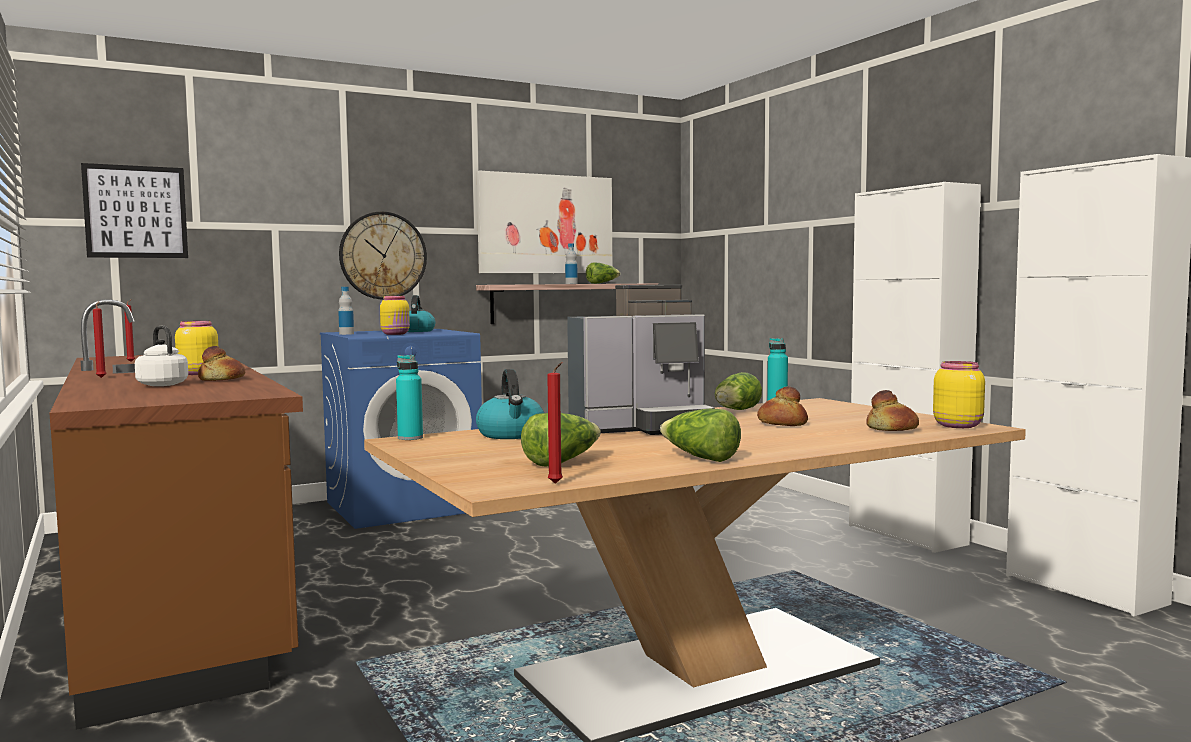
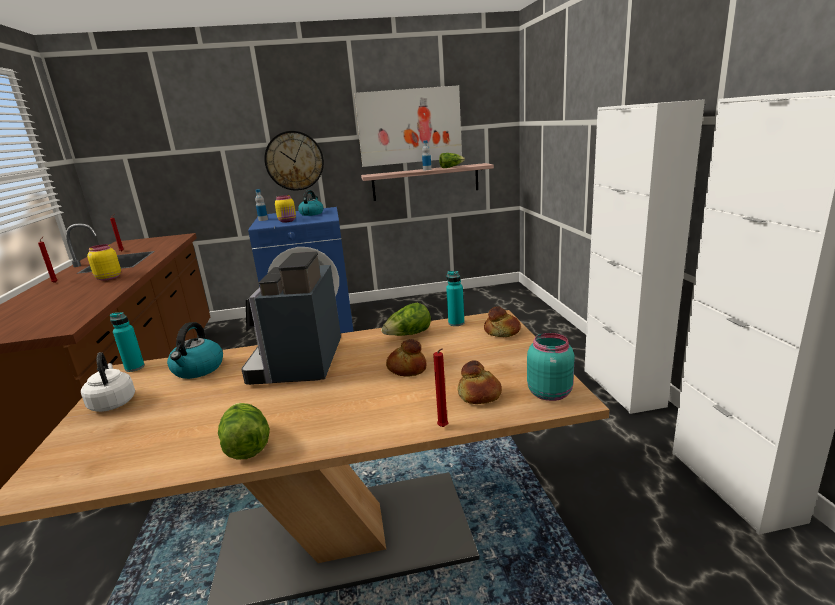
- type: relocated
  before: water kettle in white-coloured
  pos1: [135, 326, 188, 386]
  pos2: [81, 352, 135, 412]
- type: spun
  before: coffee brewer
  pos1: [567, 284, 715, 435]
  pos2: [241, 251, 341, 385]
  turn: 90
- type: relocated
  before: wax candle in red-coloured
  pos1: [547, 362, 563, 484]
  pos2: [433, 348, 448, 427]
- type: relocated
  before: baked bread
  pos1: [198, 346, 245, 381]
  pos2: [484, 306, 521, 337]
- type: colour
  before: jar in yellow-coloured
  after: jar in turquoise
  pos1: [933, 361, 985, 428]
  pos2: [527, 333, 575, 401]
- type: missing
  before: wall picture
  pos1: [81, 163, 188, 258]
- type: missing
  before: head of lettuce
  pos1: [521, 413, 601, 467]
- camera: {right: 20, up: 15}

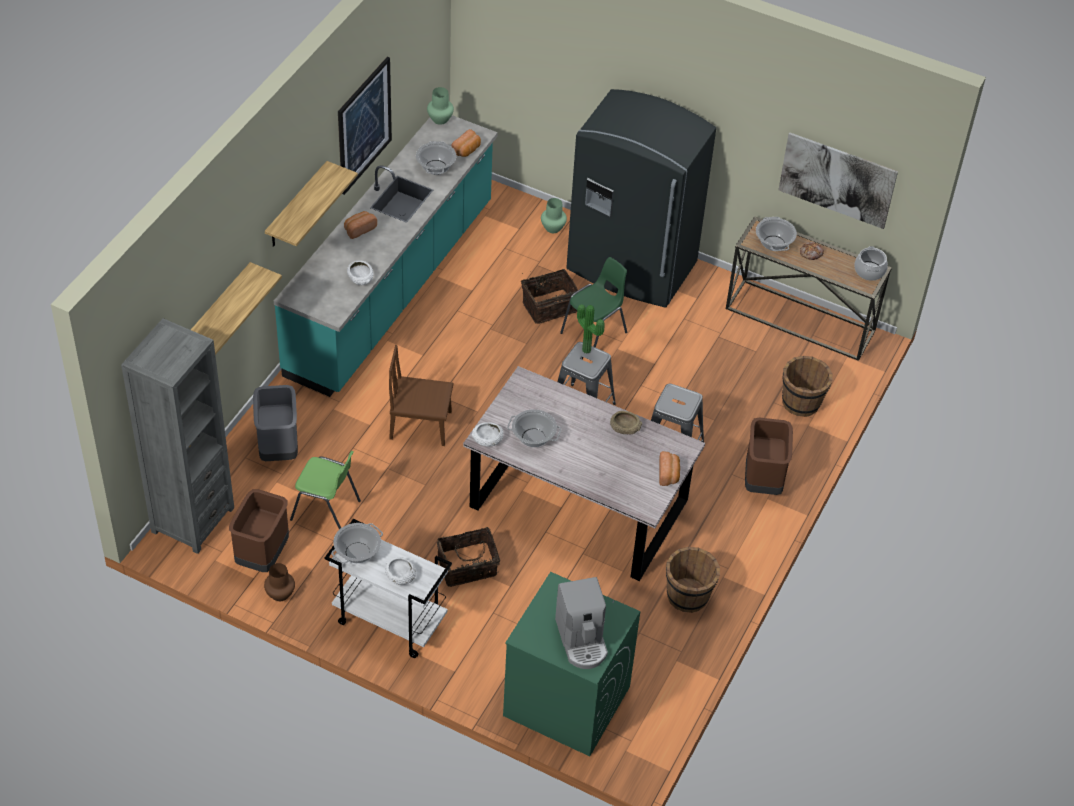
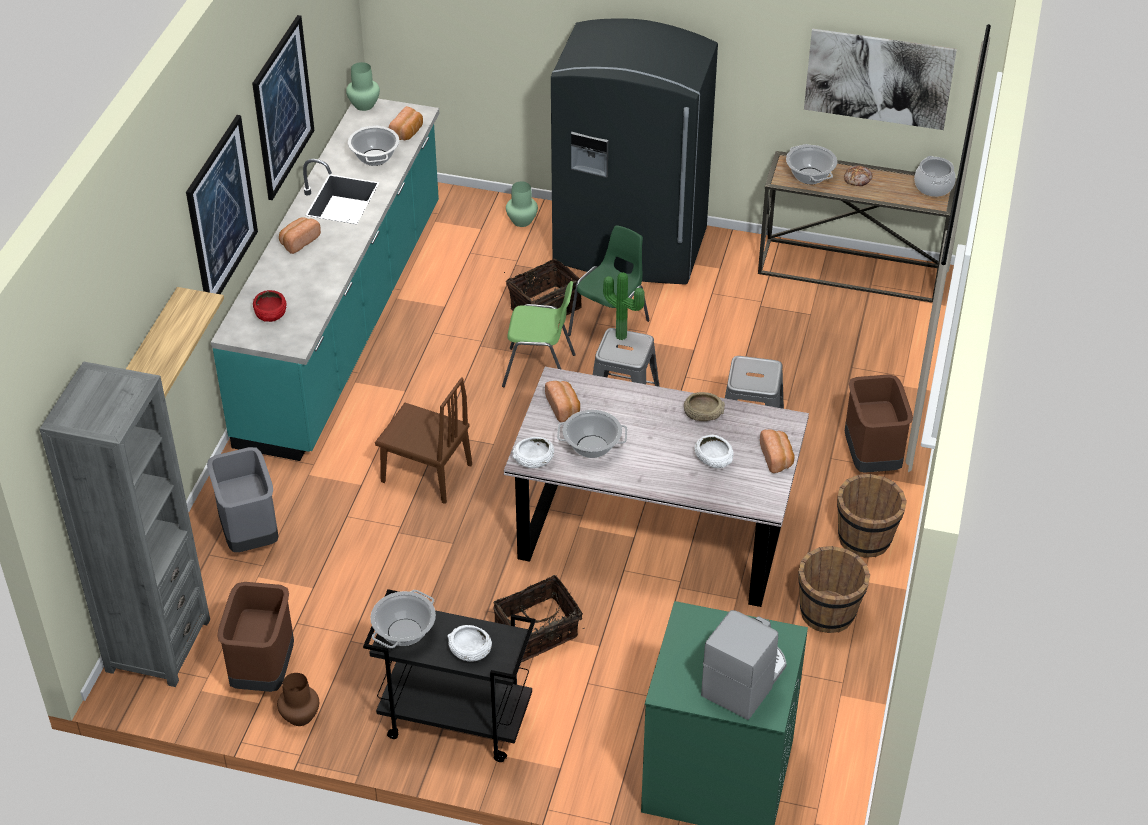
- type: exchanged
  before: wall shelf
  after: wall picture
  pos1: [265, 161, 358, 247]
  pos2: [186, 115, 258, 294]
- type: appeared
  after: serving bowl in red-coloured
  pos2: [253, 290, 287, 322]
- type: colour
  before: trolley in white-coloured
  after: trolley in black-coloured
  pos1: [325, 519, 452, 658]
  pos2: [363, 589, 536, 762]
- type: spun
  before: plain chair in brown
  pos1: [389, 345, 453, 446]
  pos2: [375, 377, 472, 504]
  turn: -150
- type: relocated
  before: plain chair in green-coloured
  pos1: [290, 451, 361, 530]
  pos2: [502, 281, 576, 388]
- type: appeared
  after: baked bread
  pos2: [545, 381, 580, 422]
- type: relocated
  before: serving bowl in white-coloured
  pos1: [347, 261, 374, 285]
  pos2: [695, 435, 734, 468]
- type: spun
  before: coffee brewer
  pos1: [555, 577, 608, 669]
  pos2: [701, 610, 787, 720]
  turn: -120
- type: relocated
  before: water bucket in brown
  pos1: [782, 356, 832, 417]
  pos2: [837, 474, 907, 558]
- camera: {right: -10, up: -5}

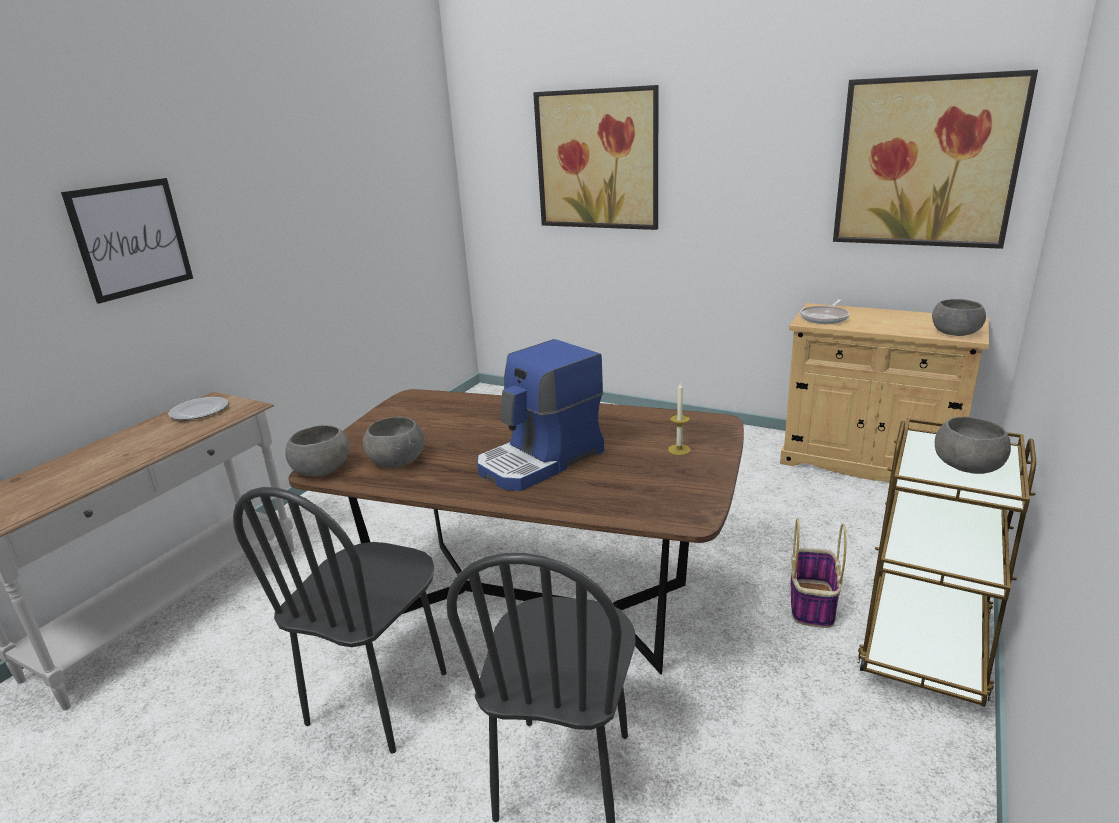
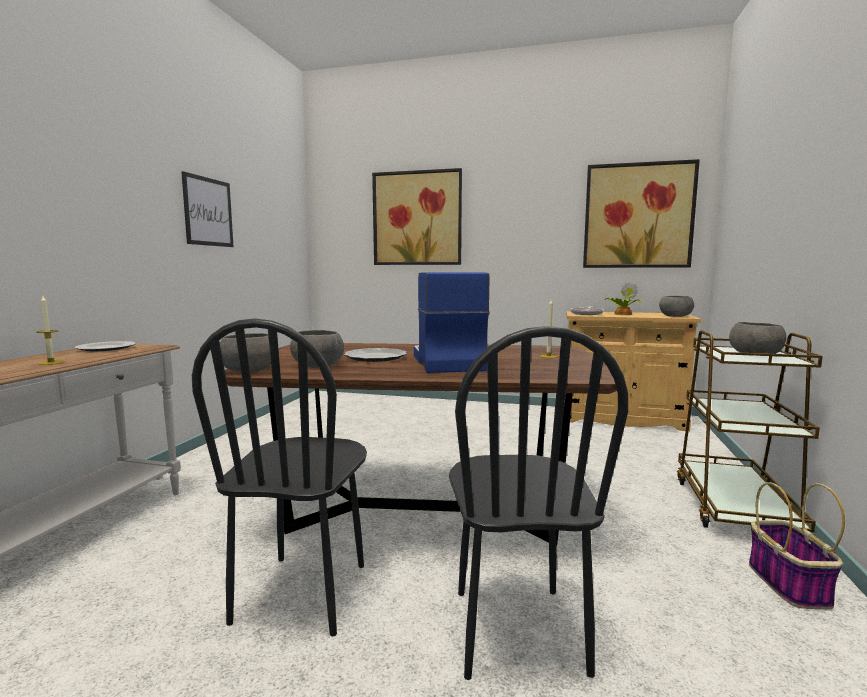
- type: appeared
  after: wax candle
  pos2: [36, 296, 64, 365]
- type: relocated
  before: wall picture
  pos1: [61, 178, 193, 304]
  pos2: [181, 171, 233, 247]
- type: appeared
  after: flat dish
  pos2: [344, 348, 406, 362]
- type: spun
  before: coffee brewer
  pos1: [477, 339, 604, 491]
  pos2: [414, 272, 490, 373]
  turn: 135
- type: appeared
  after: houseplant
  pos2: [605, 282, 642, 315]
- type: relocated
  before: basket
  pos1: [791, 518, 847, 628]
  pos2: [749, 482, 845, 609]
- camera: {right: -15, up: -15}

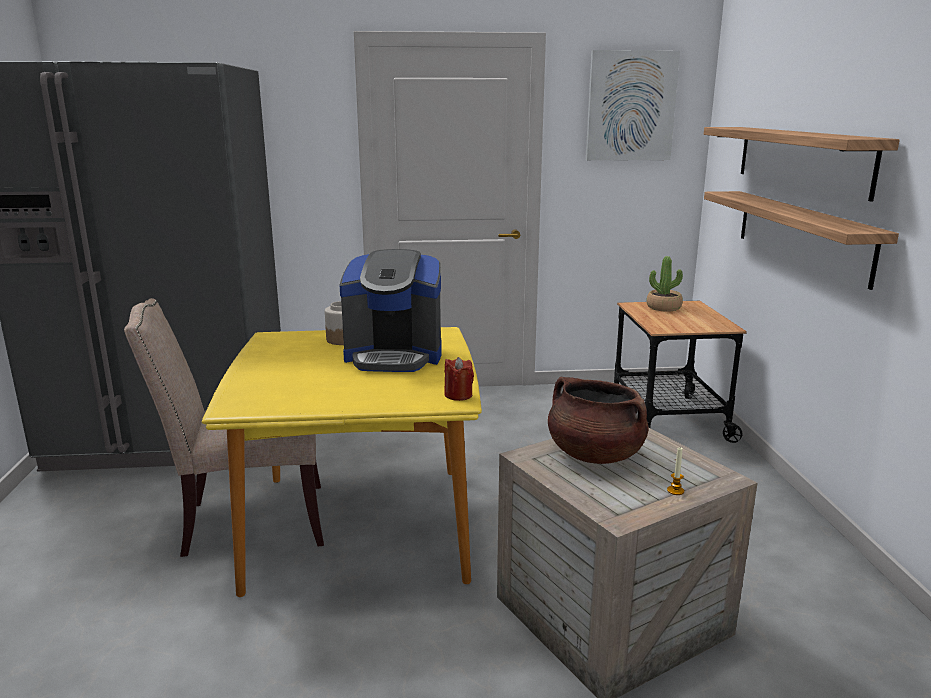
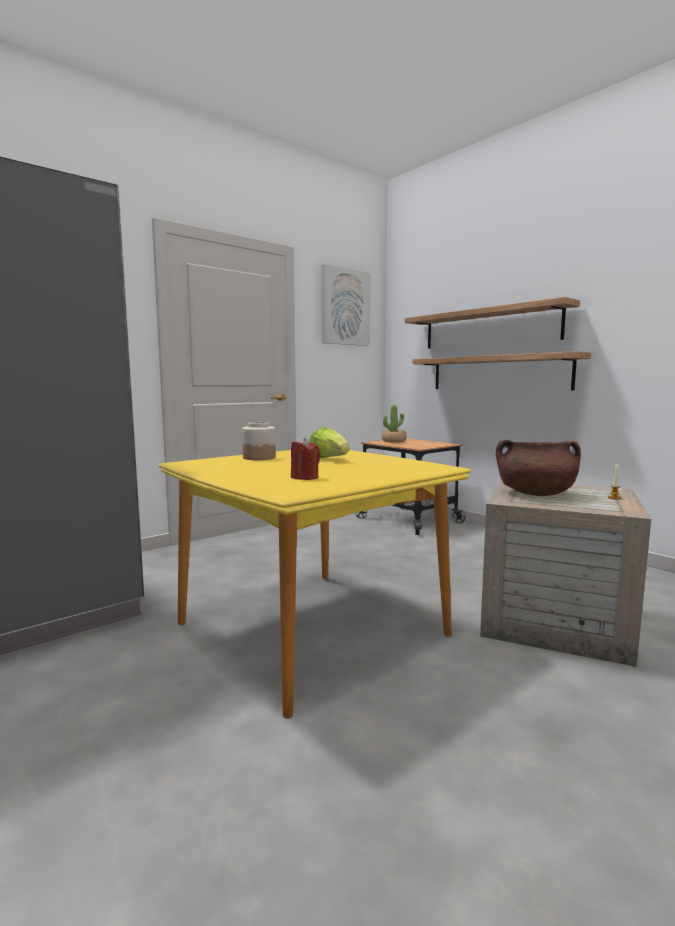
- type: relocated
  before: wax candle in red-coloured
  pos1: [444, 357, 474, 401]
  pos2: [291, 438, 320, 480]
- type: exchanged
  before: coffee brewer
  after: head of lettuce
  pos1: [340, 249, 442, 372]
  pos2: [309, 427, 349, 458]
- type: missing
  before: plain chair in sand-coloured
  pos1: [124, 298, 324, 557]
- camera: {right: -35, up: -10}

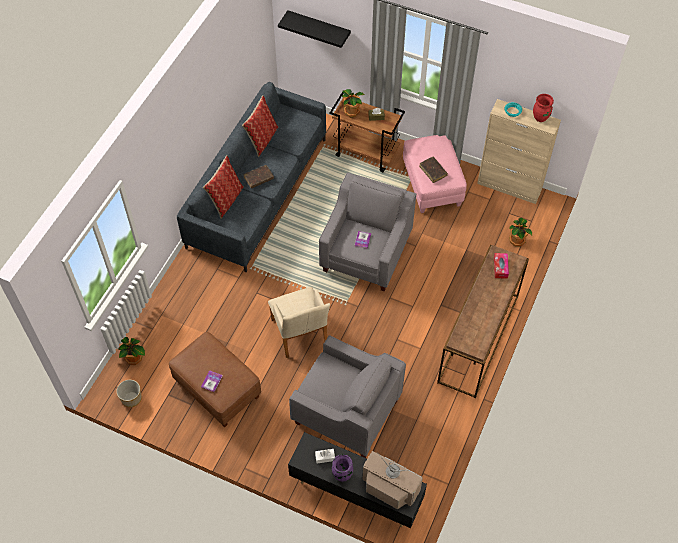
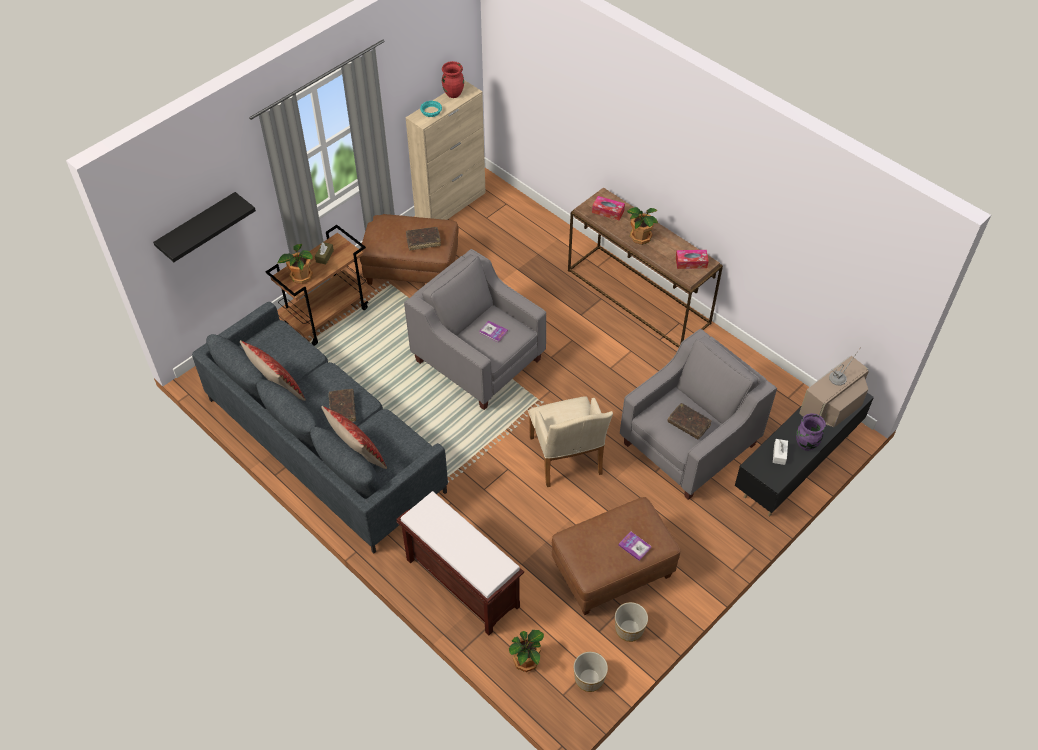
- type: colour
  before: footrest in pinkish
  after: footrest in brown
  pos1: [403, 135, 467, 213]
  pos2: [360, 214, 459, 285]
- type: appeared
  after: long seat in brown
  pos2: [396, 491, 524, 635]
- type: spun
  before: easy chair in sand-coloured
  pos1: [268, 287, 330, 358]
  pos2: [528, 396, 613, 487]
  turn: 75
- type: appeared
  after: planter
  pos2: [615, 602, 648, 642]
- type: relocated
  before: houseplant
  pos1: [509, 218, 532, 246]
  pos2: [627, 207, 658, 245]
- type: appeared
  after: book in brown
  pos2: [668, 403, 712, 439]
- type: appeared
  after: tissue box
  pos2: [676, 250, 709, 269]
- camera: {right: -70, up: -5}

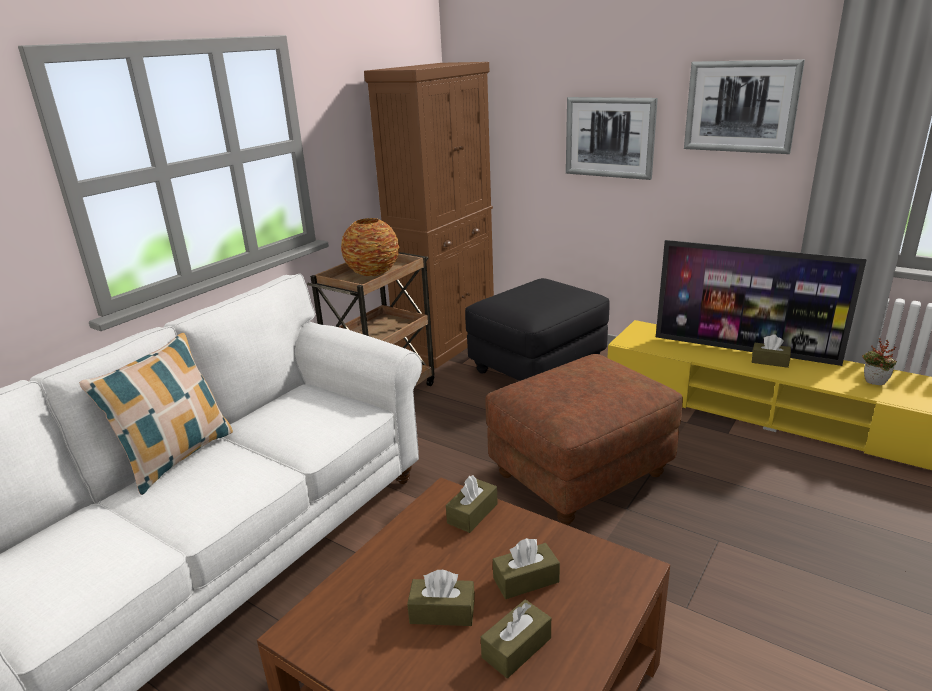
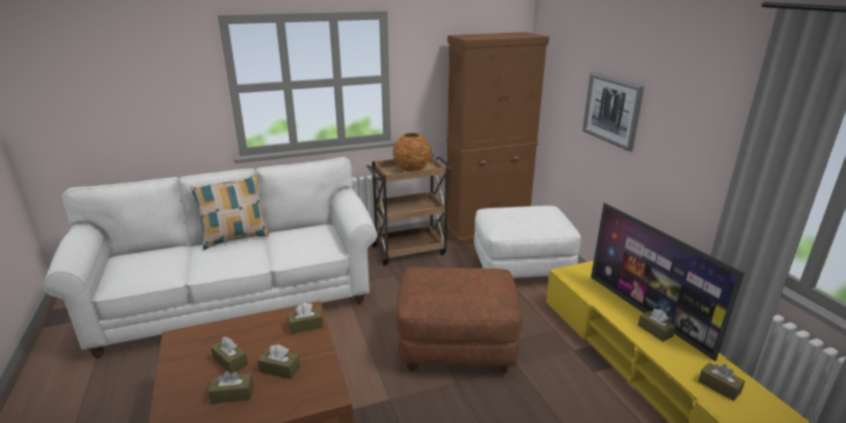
- type: colour
  before: footrest in black-coloured
  after: footrest in white-coloured
  pos1: [465, 278, 610, 381]
  pos2: [474, 206, 581, 278]
- type: exchanged
  before: houseplant
  after: tissue box in brown
  pos1: [862, 338, 897, 385]
  pos2: [698, 362, 745, 401]
- type: missing
  before: wall picture
  pos1: [684, 60, 805, 154]
- camera: {right: 35, up: 0}

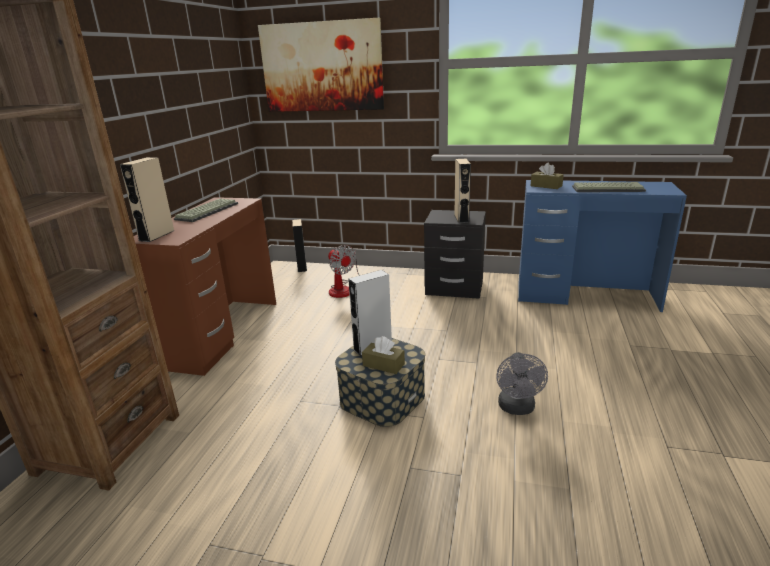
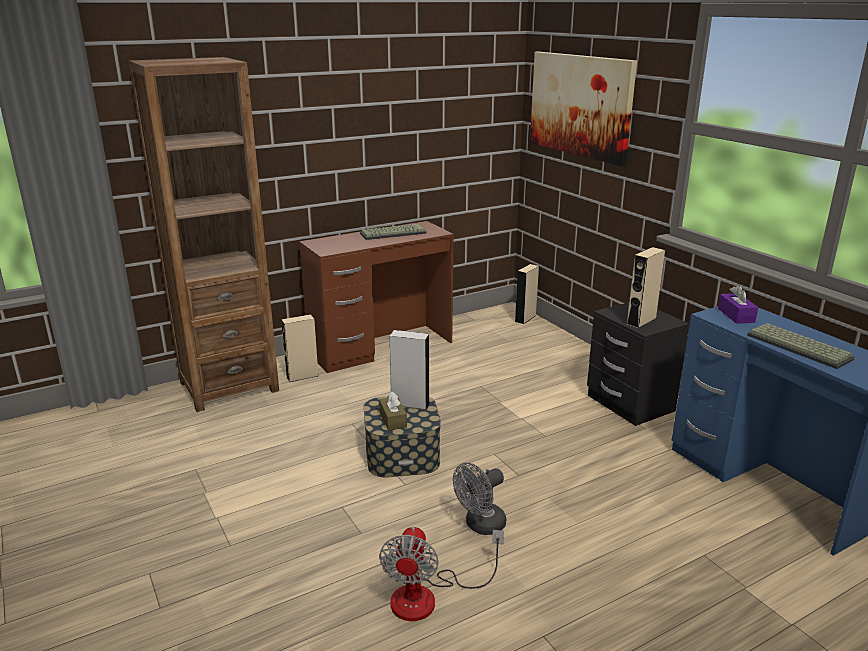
- type: relocated
  before: loudspeaker in sand-coloured
  pos1: [120, 157, 175, 242]
  pos2: [281, 314, 319, 382]
- type: relocated
  before: fan
  pos1: [328, 245, 360, 298]
  pos2: [379, 527, 504, 621]
- type: colour
  before: tissue box in brown
  after: tissue box in purple-coloured
  pos1: [531, 163, 564, 189]
  pos2: [718, 285, 758, 324]
- camera: {right: 45, up: 0}

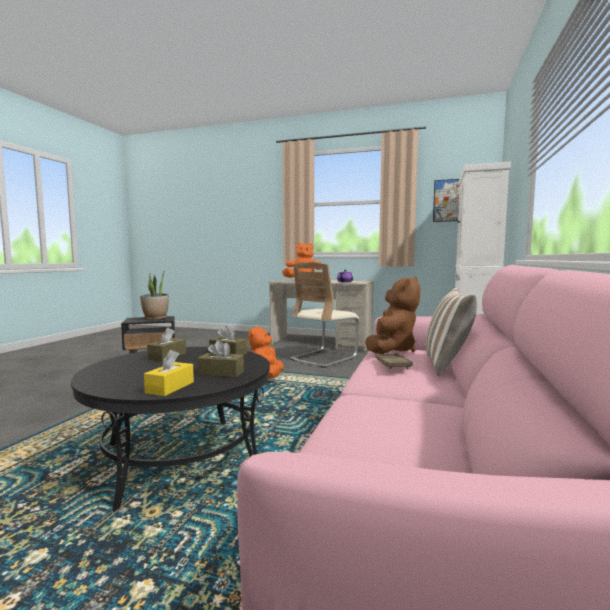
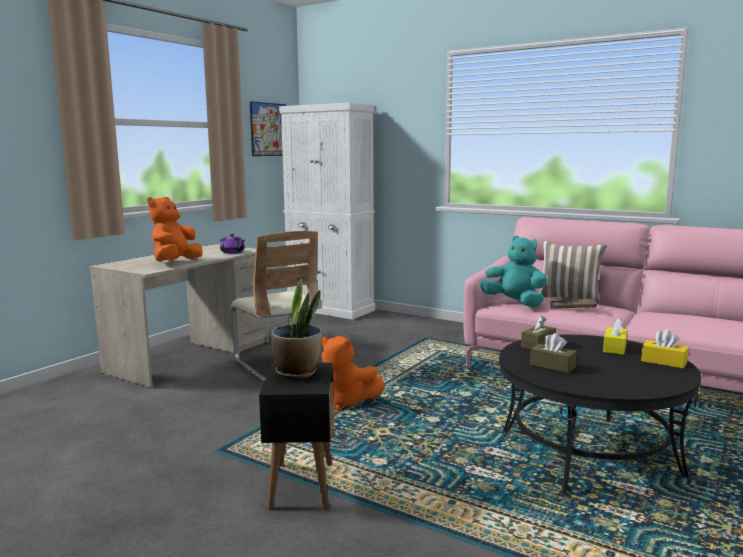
- type: colour
  before: soft toy in brown
  after: soft toy in turquoise
  pos1: [365, 276, 420, 354]
  pos2: [480, 235, 548, 307]
- type: colour
  before: tissue box in brown
  after: tissue box in yellow-coloured
  pos1: [197, 340, 244, 378]
  pos2: [603, 318, 627, 355]
- camera: {right: -75, up: 5}

